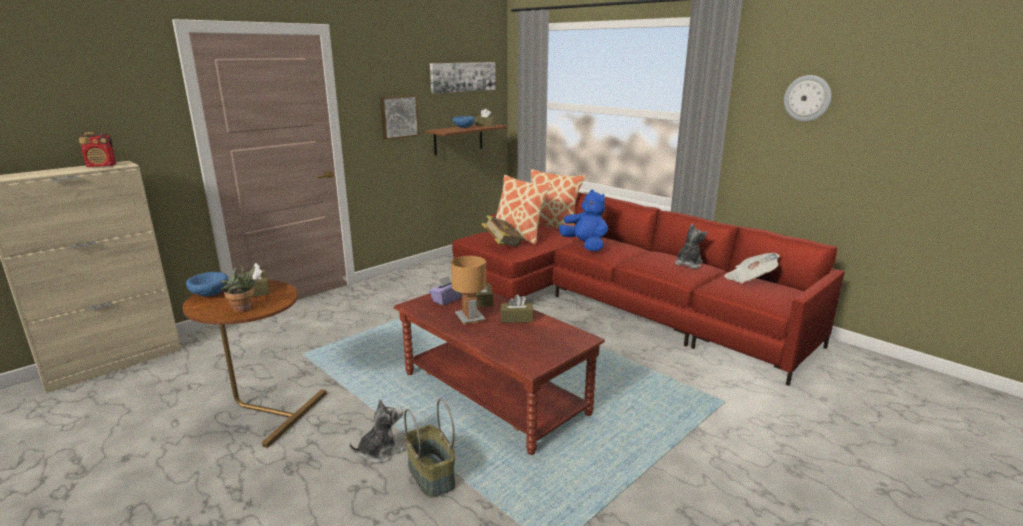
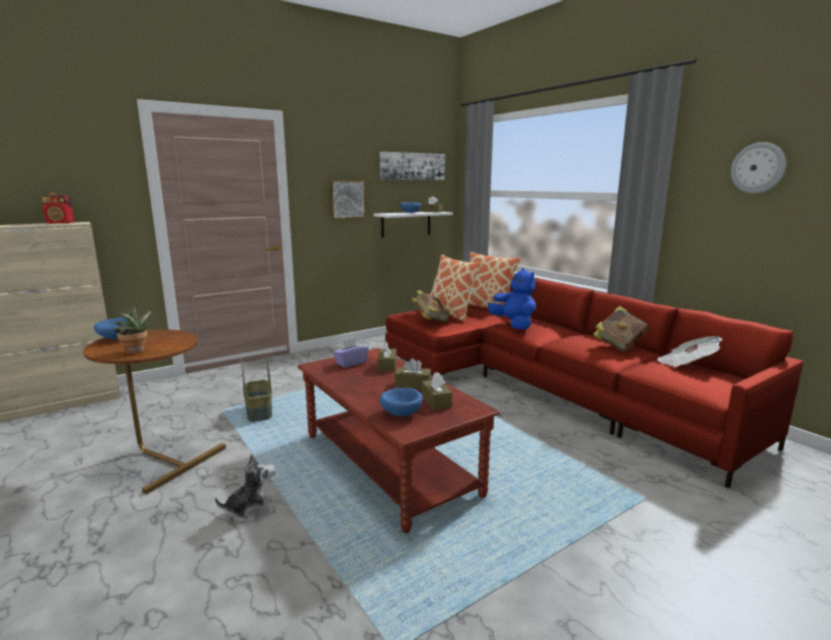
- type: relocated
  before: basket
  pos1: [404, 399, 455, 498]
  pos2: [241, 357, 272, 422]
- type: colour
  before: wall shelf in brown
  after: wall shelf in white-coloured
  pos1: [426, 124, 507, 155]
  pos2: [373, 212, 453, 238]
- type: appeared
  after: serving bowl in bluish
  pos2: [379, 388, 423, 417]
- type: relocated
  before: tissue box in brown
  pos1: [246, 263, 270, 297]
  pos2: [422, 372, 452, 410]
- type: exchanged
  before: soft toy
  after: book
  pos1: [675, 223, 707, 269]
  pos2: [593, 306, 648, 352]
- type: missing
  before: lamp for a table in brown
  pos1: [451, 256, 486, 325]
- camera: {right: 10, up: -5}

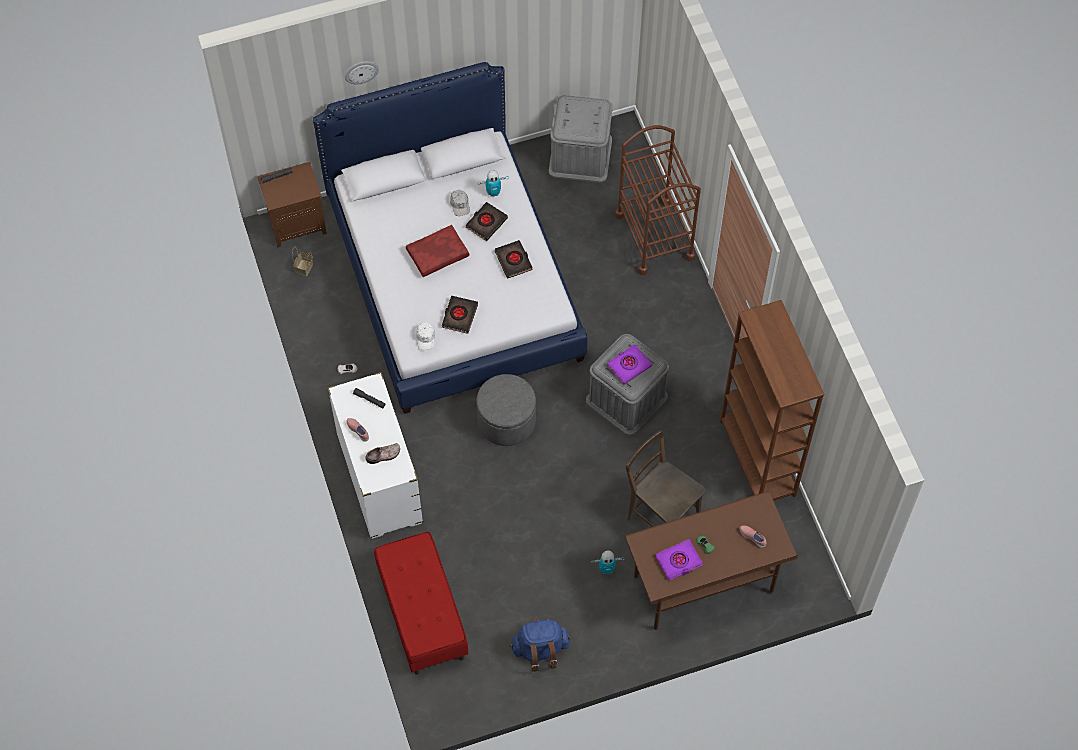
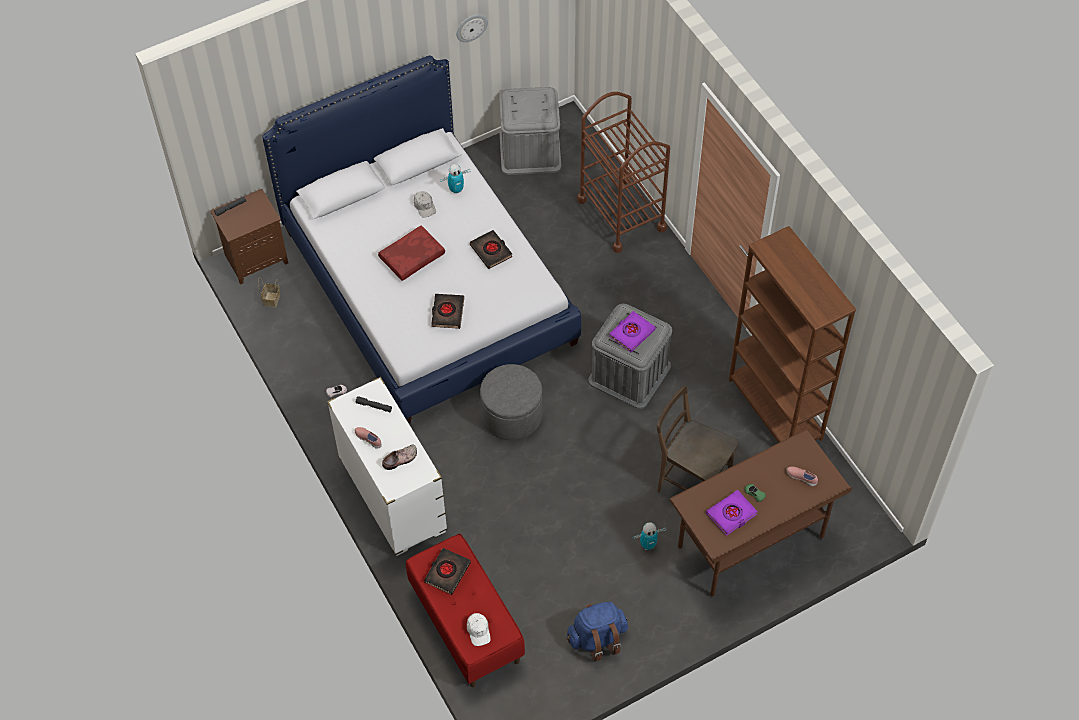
- type: relocated
  before: book in black-coloured
  pos1: [466, 202, 508, 241]
  pos2: [424, 548, 471, 595]
- type: relocated
  before: clock on the wall
  pos1: [345, 61, 379, 84]
  pos2: [456, 14, 488, 42]
- type: relocated
  before: baseball cap in white-coloured
  pos1: [416, 322, 435, 350]
  pos2: [467, 613, 491, 646]
- camera: {right: -10, up: -5}

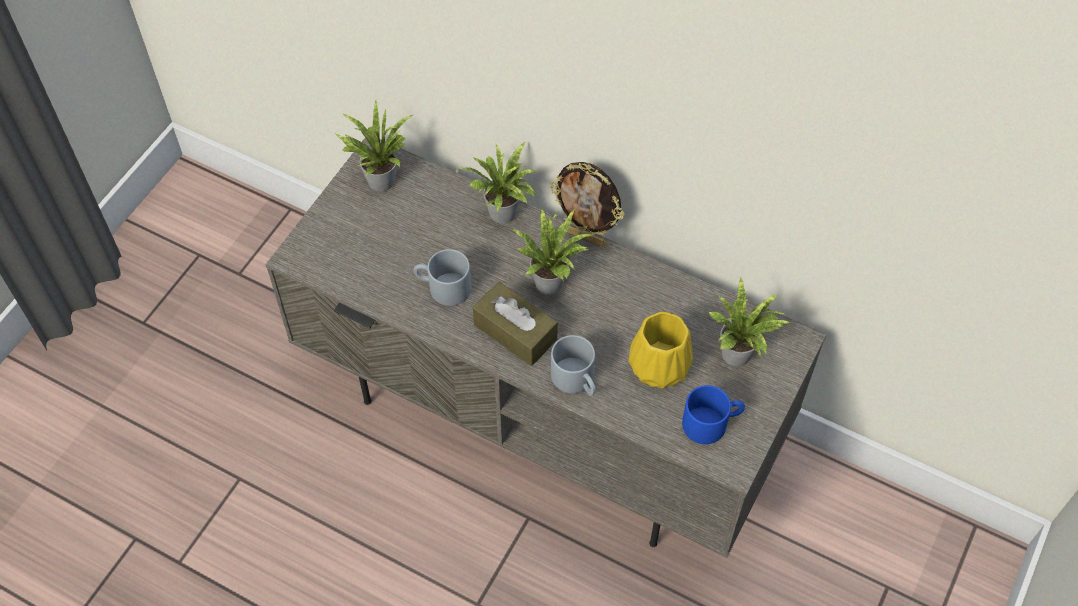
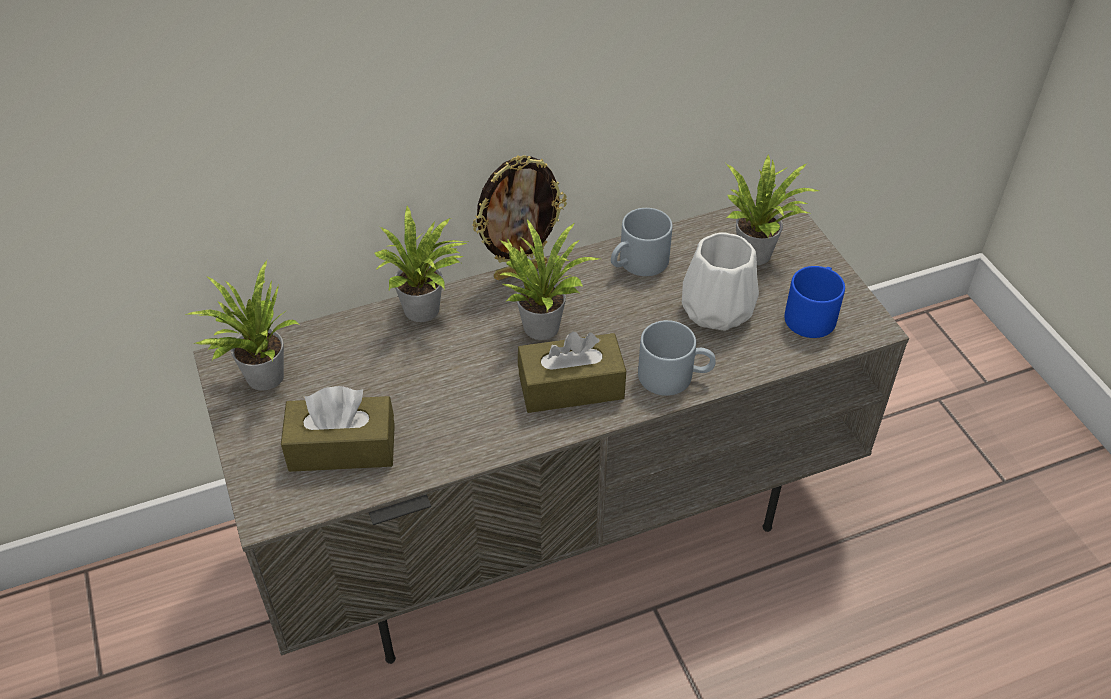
- type: appeared
  after: tissue box in brown
  pos2: [281, 386, 395, 472]
- type: relocated
  before: coffee mug in greyish
  pos1: [414, 249, 471, 306]
  pos2: [611, 208, 673, 276]
- type: colour
  before: vase in yellow-coloured
  after: vase in white-coloured
  pos1: [628, 312, 693, 389]
  pos2: [682, 233, 759, 331]
- camera: {right: -50, up: -10}

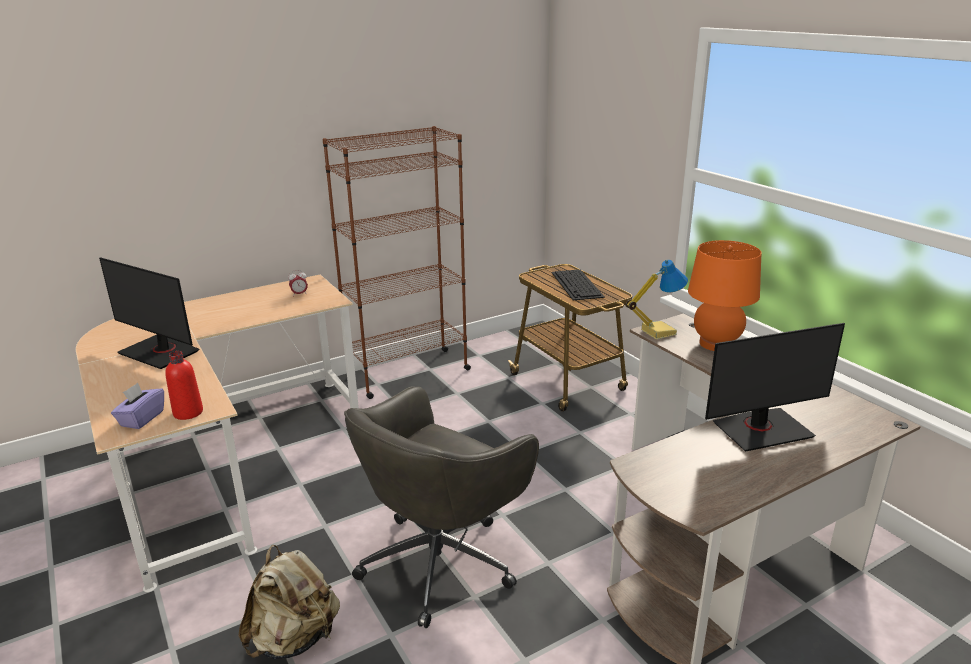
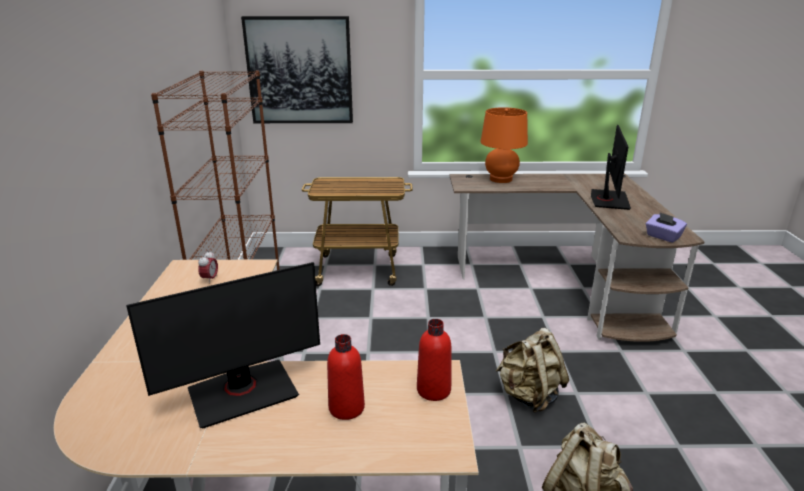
- type: appeared
  after: wall picture
  pos2: [241, 16, 353, 123]
- type: appeared
  after: bottle in red-coloured
  pos2: [327, 334, 365, 420]
- type: exchanged
  before: office chair in greyish
  after: rucksack in sand-coloured
  pos1: [344, 386, 539, 628]
  pos2: [496, 328, 569, 412]
- type: relocated
  before: tissue box in purple-coloured
  pos1: [111, 383, 164, 429]
  pos2: [646, 212, 687, 243]
- type: missing
  before: computer keyboard
  pos1: [551, 270, 605, 300]
- type: missing
  before: lamp for a table
  pos1: [625, 260, 688, 339]
- camera: {right: -60, up: 0}

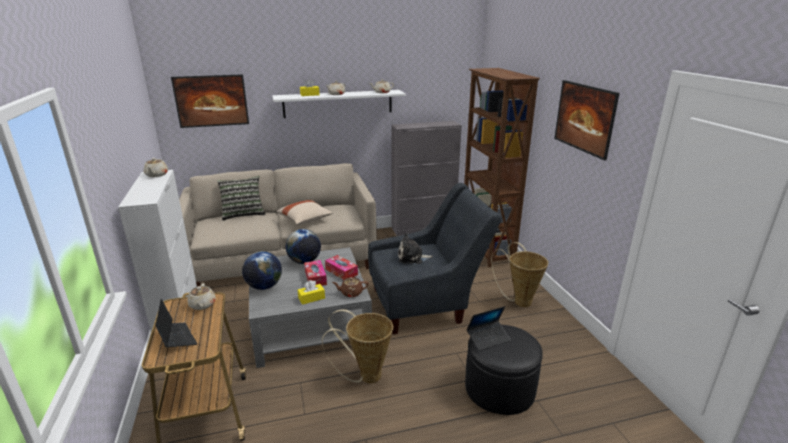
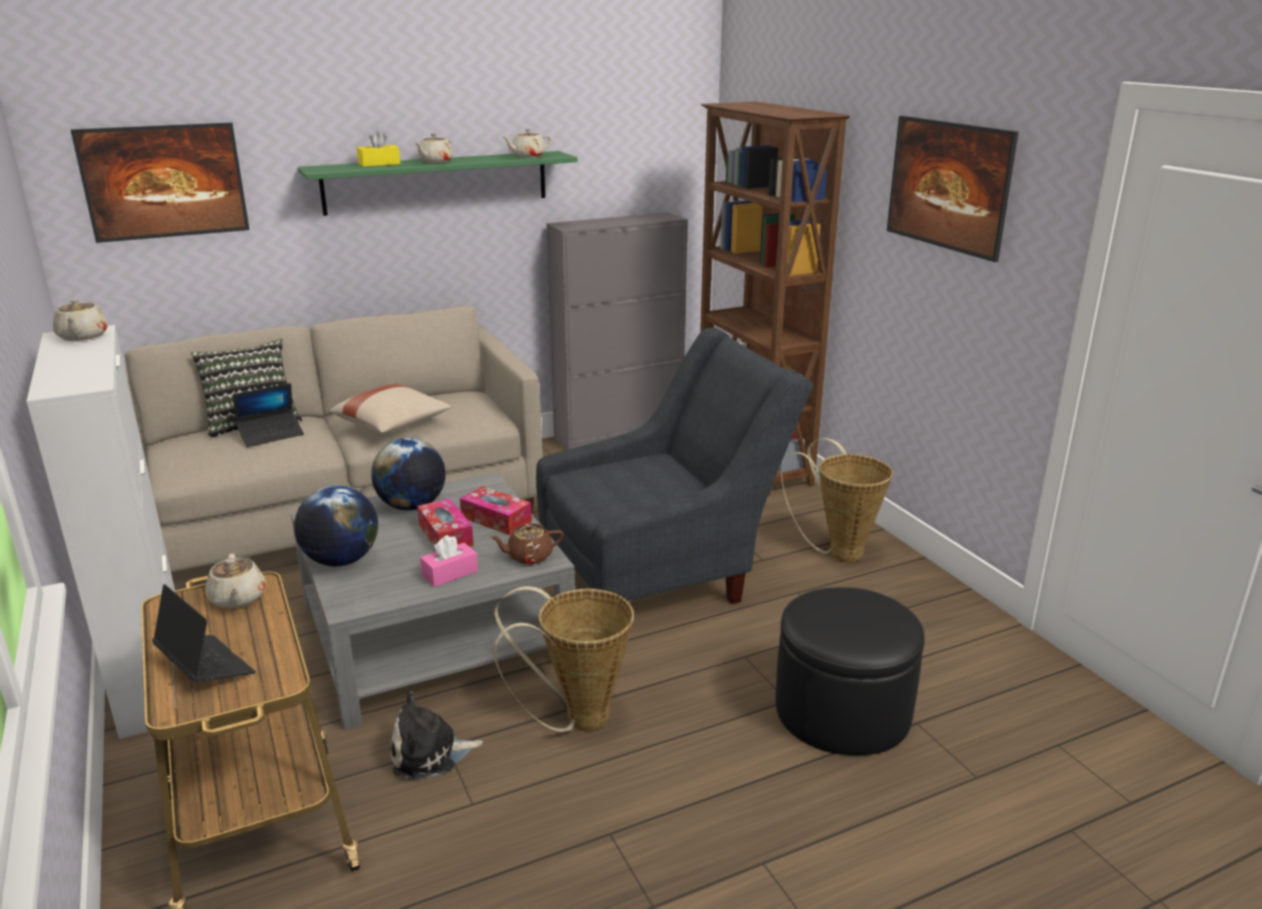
- type: relocated
  before: notebook computer
  pos1: [467, 306, 511, 351]
  pos2: [233, 383, 304, 447]
- type: colour
  before: wall shelf in white-coloured
  after: wall shelf in green-coloured
  pos1: [273, 90, 406, 118]
  pos2: [298, 151, 578, 216]
- type: relocated
  before: soft toy
  pos1: [398, 233, 433, 264]
  pos2: [391, 691, 483, 780]
- type: colour
  before: tissue box in yellow-coloured
  after: tissue box in pinkish
  pos1: [298, 280, 325, 305]
  pos2: [420, 535, 478, 587]
- camera: {right: -10, up: 0}

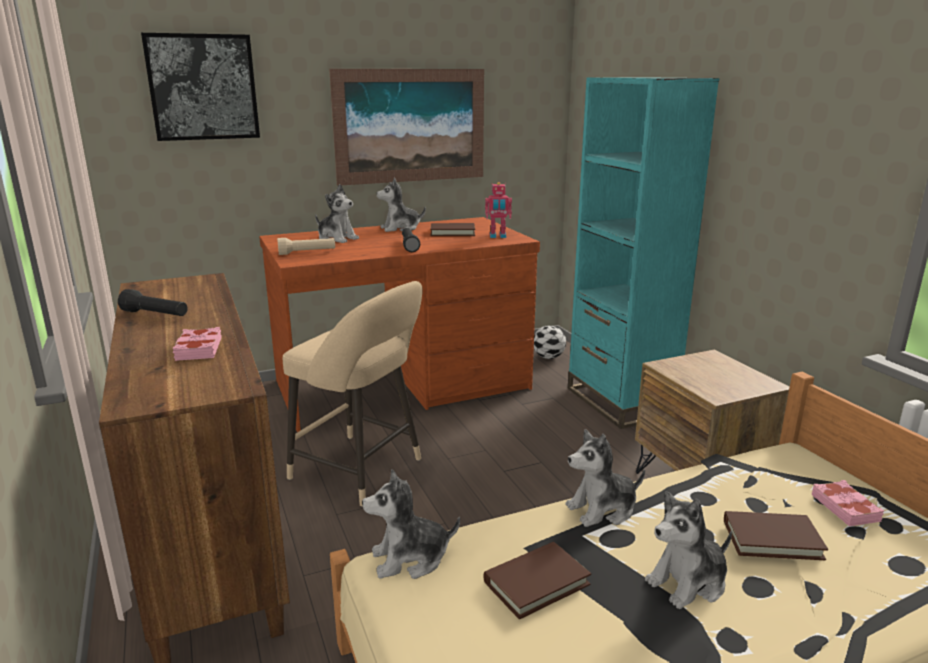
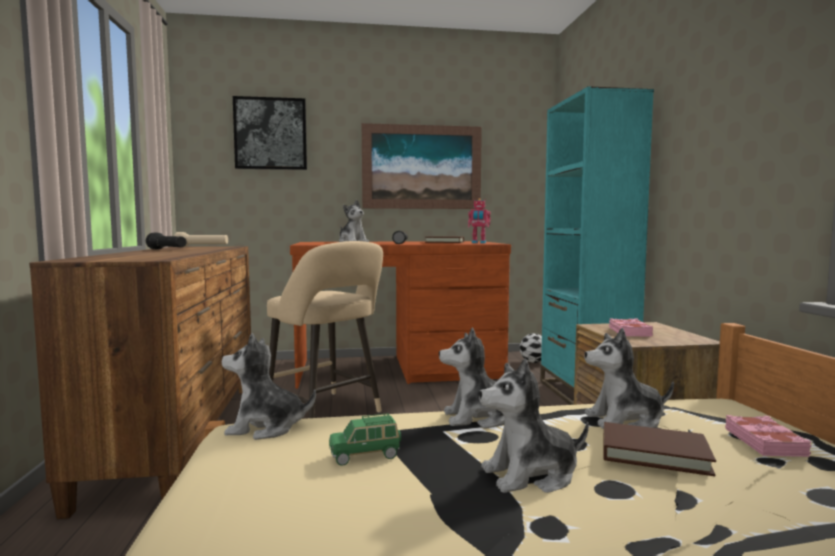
- type: relocated
  before: flashlight in sand-coloured
  pos1: [277, 238, 335, 255]
  pos2: [174, 232, 228, 247]
- type: exchanged
  before: book in brown
  after: toy car in green-coloured
  pos1: [483, 542, 591, 619]
  pos2: [329, 413, 401, 466]
- type: relocated
  before: soft toy
  pos1: [376, 178, 426, 232]
  pos2: [584, 328, 674, 429]
- type: relocated
  before: book in pinkish
  pos1: [173, 327, 222, 361]
  pos2: [609, 318, 653, 337]
- camera: {right: 15, up: -15}

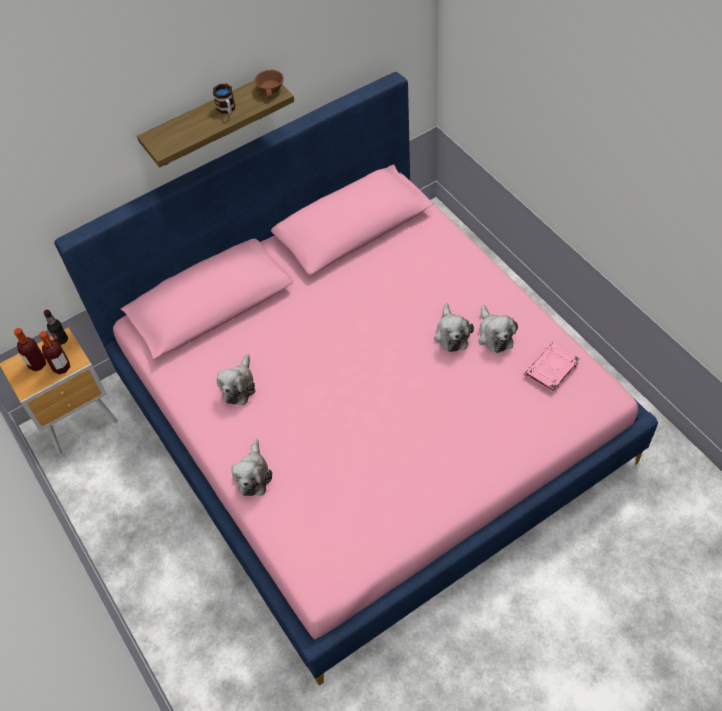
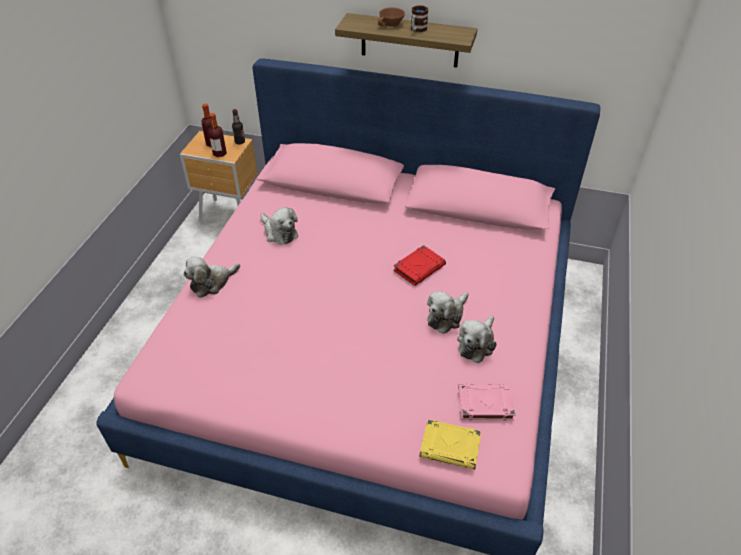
- type: spun
  before: soft toy
  pos1: [217, 354, 255, 405]
  pos2: [261, 207, 298, 245]
  turn: -105
- type: relocated
  before: small cup in brown
  pos1: [254, 70, 284, 98]
  pos2: [378, 7, 405, 27]
- type: appeared
  after: book in red-coloured
  pos2: [393, 245, 446, 286]
- type: appeared
  after: book in yellow-coloured
  pos2: [419, 419, 481, 469]
- camera: {right: 45, up: -10}

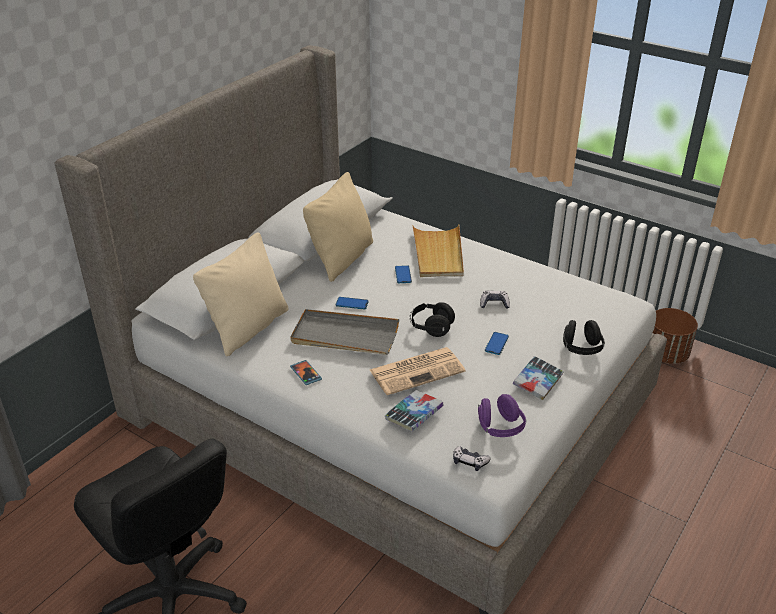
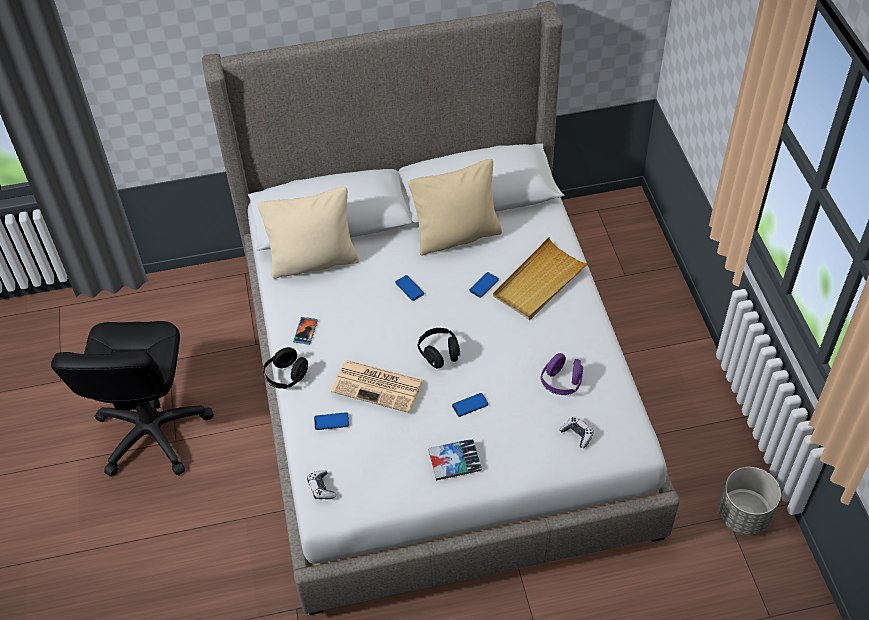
- type: relocated
  before: headset in black-coloured
  pos1: [563, 320, 605, 355]
  pos2: [263, 347, 308, 389]
- type: exchanged
  before: book
  after: telephone
  pos1: [385, 390, 444, 432]
  pos2: [314, 412, 349, 430]
- type: relocated
  before: headset in purple-coloured
  pos1: [478, 394, 527, 437]
  pos2: [540, 353, 583, 395]
- type: relocated
  before: gamepad
  pos1: [480, 291, 510, 309]
  pos2: [559, 416, 594, 448]
- type: colour
  before: planter in brown
  after: planter in greyish
  pos1: [653, 308, 698, 364]
  pos2: [719, 467, 781, 535]
- type: missing
  before: serving tray in greyish
  pos1: [290, 309, 399, 355]
- camera: {right: 45, up: 15}

